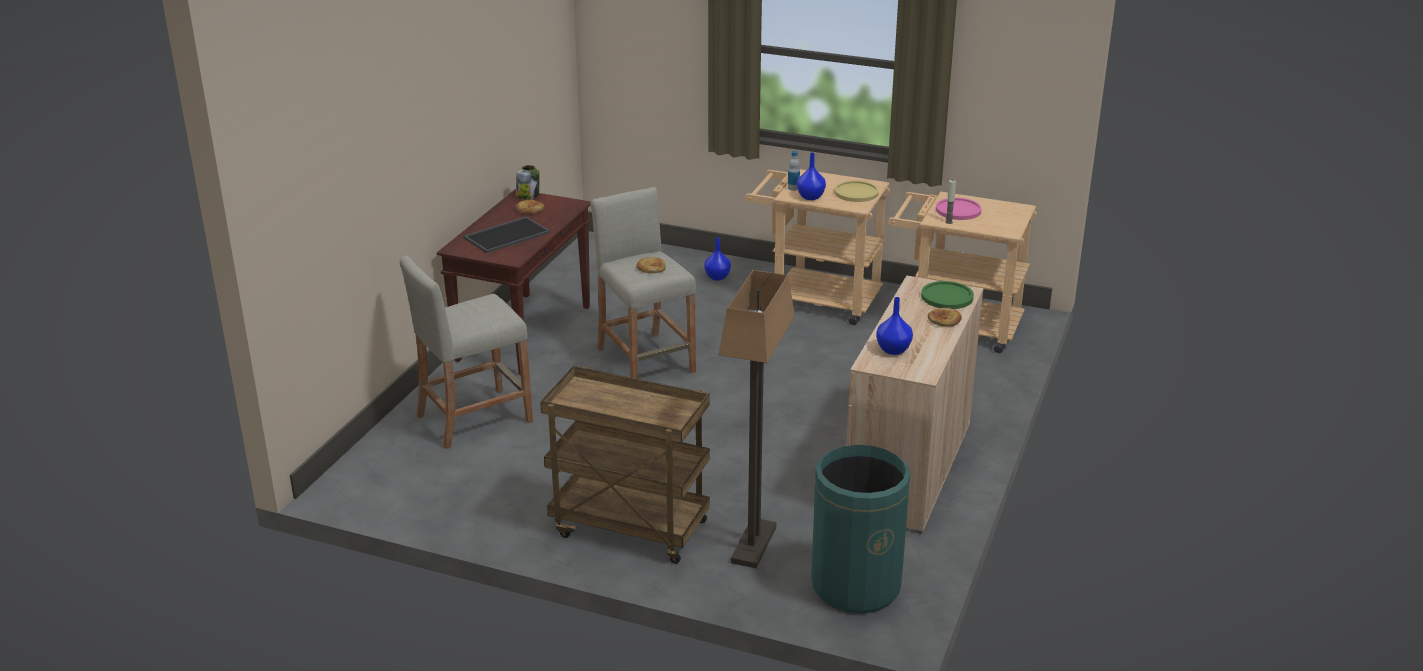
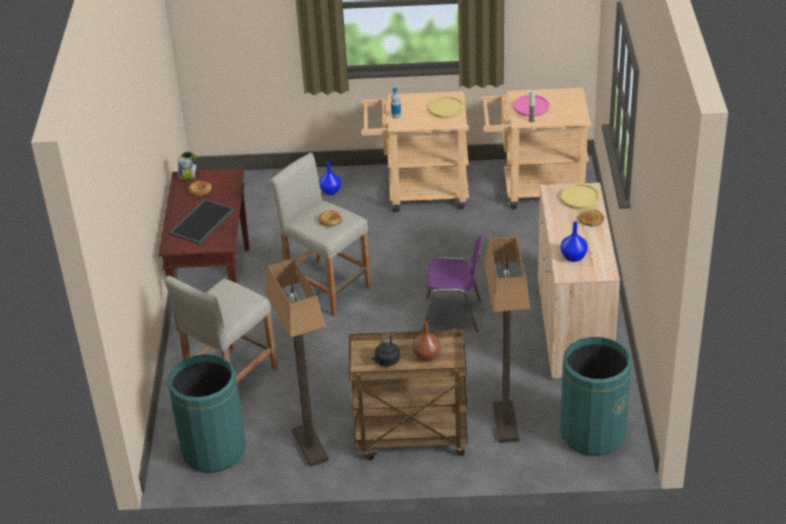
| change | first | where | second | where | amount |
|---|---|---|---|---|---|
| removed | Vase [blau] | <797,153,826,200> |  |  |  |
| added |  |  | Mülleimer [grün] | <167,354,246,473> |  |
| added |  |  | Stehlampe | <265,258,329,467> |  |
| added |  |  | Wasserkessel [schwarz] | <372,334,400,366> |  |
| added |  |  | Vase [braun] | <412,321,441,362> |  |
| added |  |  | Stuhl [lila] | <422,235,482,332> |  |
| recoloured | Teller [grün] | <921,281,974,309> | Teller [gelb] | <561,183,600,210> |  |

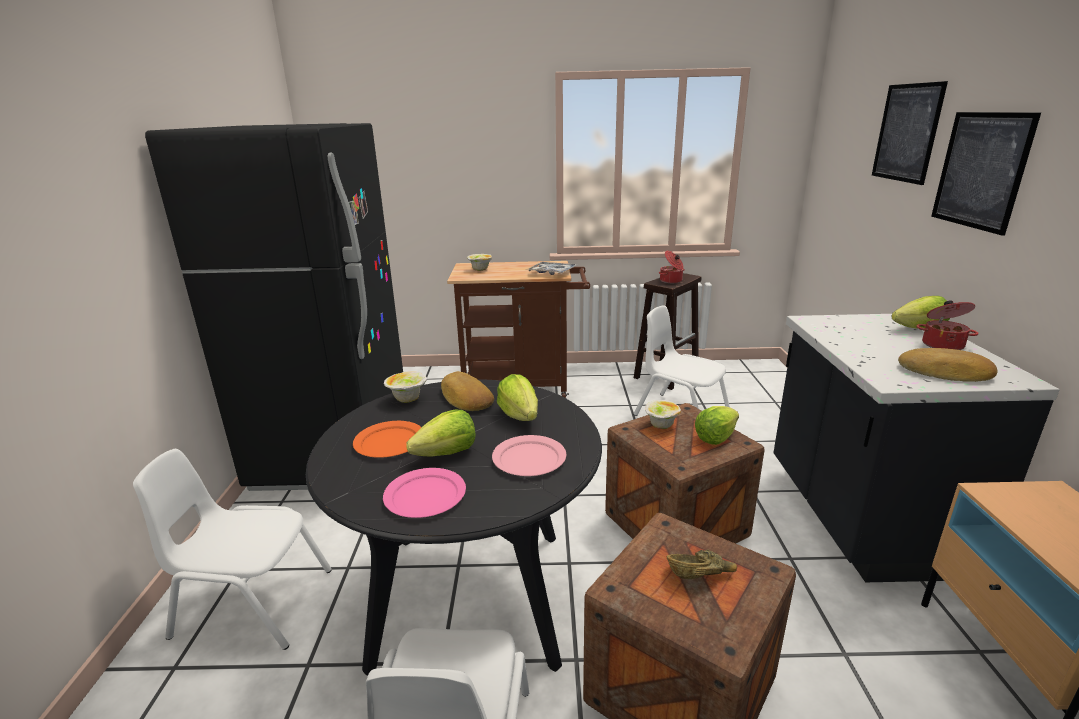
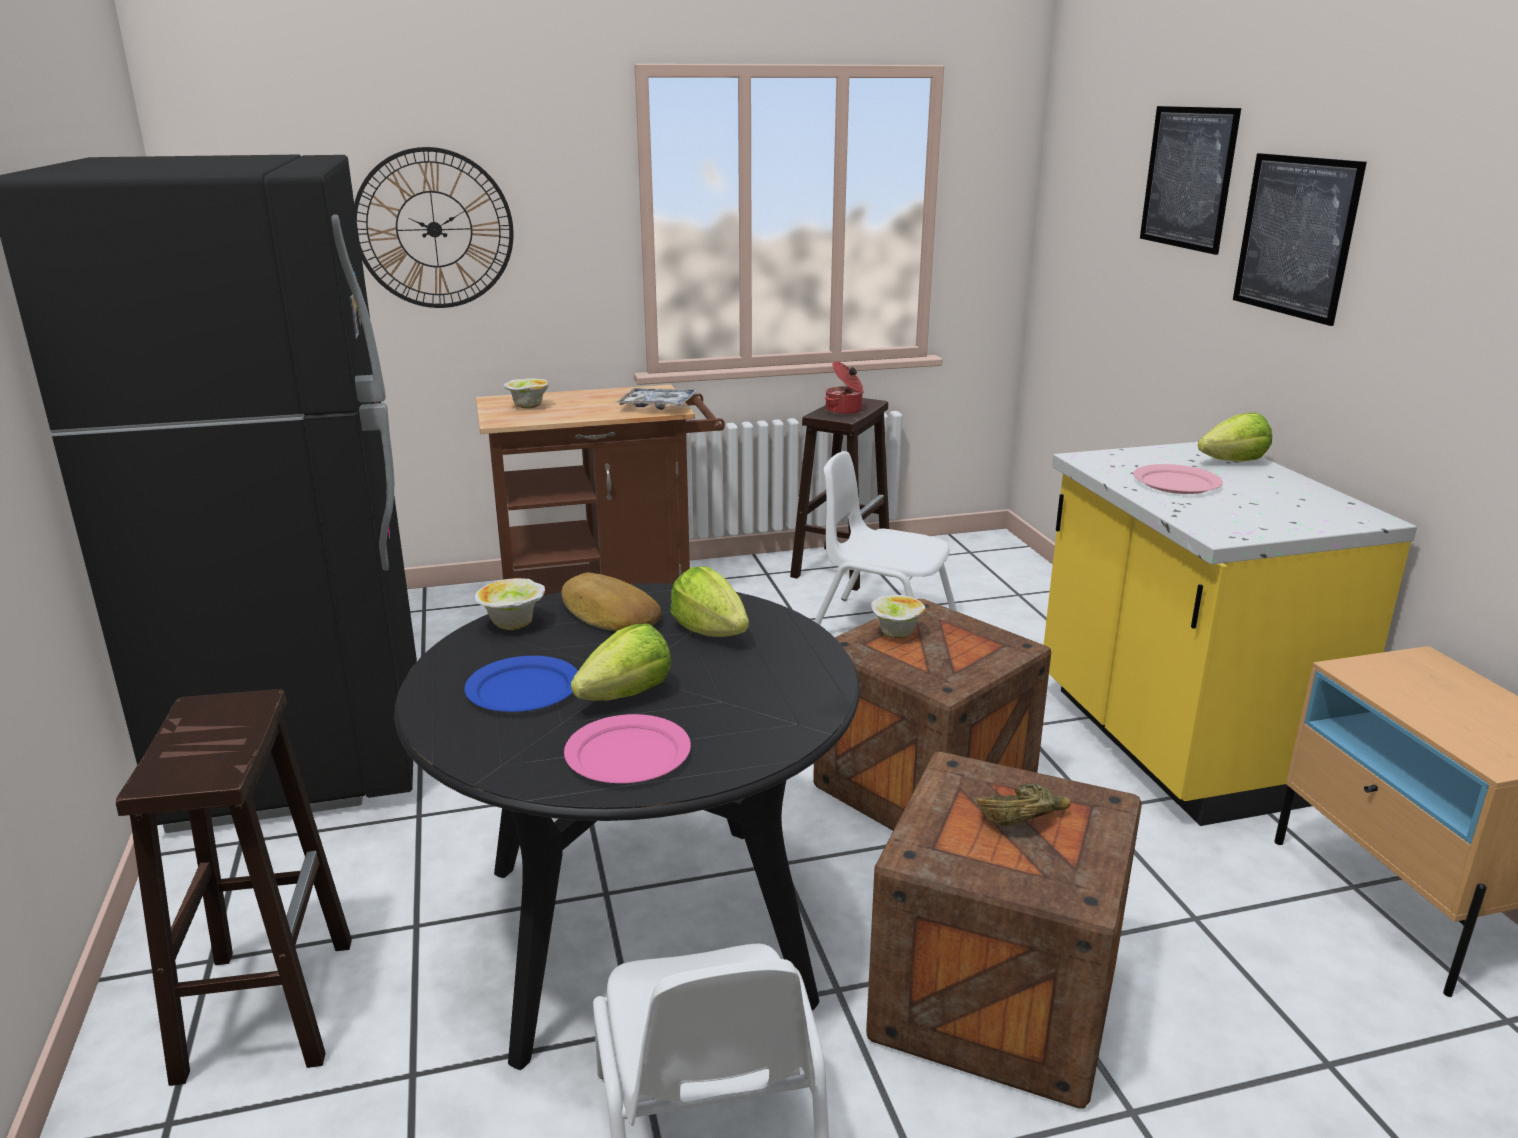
| change | first | where | second | where | amount |
|---|---|---|---|---|---|
| removed | Salatkopf | <695,406,739,445> |  |  |  |
| removed | Brot | <898,348,998,382> |  |  |  |
| removed | Kochtopf | <916,300,979,350> |  |  |  |
| added |  |  | Wanduhr | <354,147,514,308> |  |
| moved | Teller [rosa] | <492,435,566,476> |  | <1133,464,1223,494> |  |
| replaced | Stuhl [weiß] | <133,449,332,650> | Hocker [braun] | <116,689,352,1086> |  |
| recoloured | Teller [orange] | <353,421,422,458> | Teller [blau] | <464,656,578,712> |  |
| recoloured | Küchenzeile [schwarz] | <773,314,1060,582> | Küchenzeile [gelb] | <1044,442,1417,826> |  |

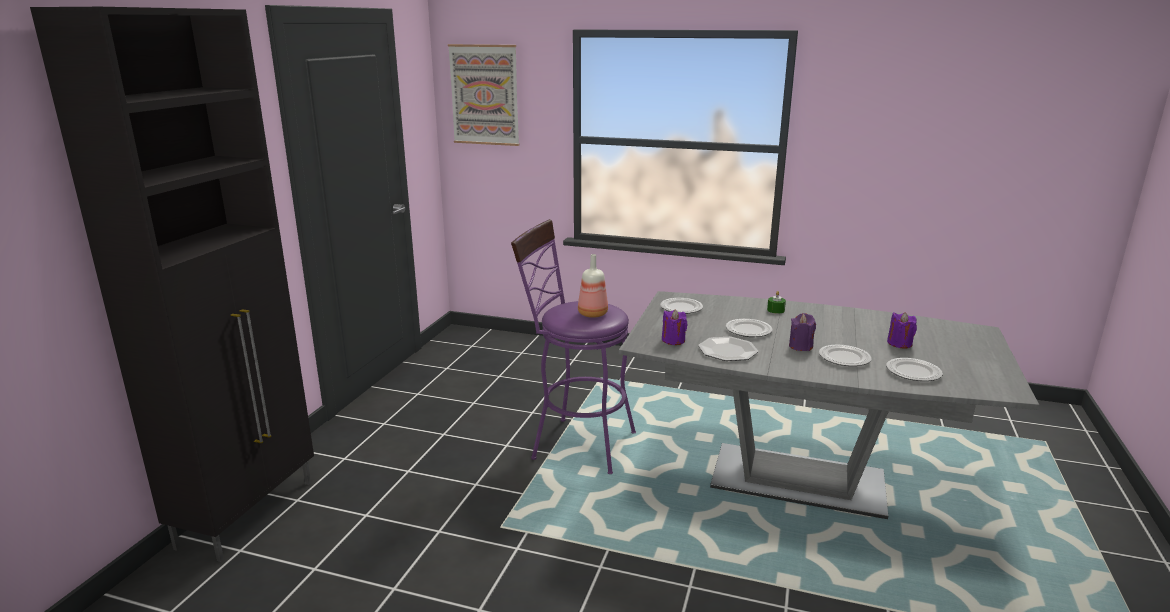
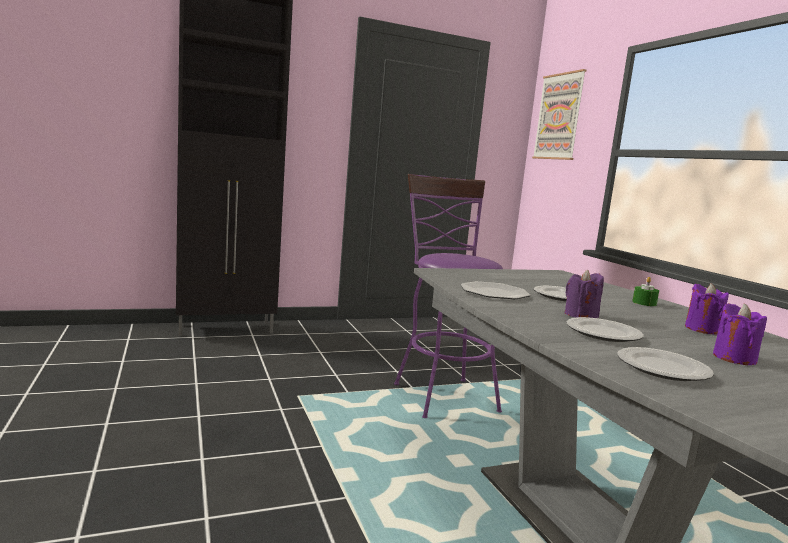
| change | first | where | second | where | amount |
|---|---|---|---|---|---|
| removed | Flasche | <578,254,608,318> |  |  |  |
| removed | Teller | <660,298,703,314> |  |  |  |
| moved | Kerze [lila] | <662,309,687,345> |  | <685,283,729,335> |  |

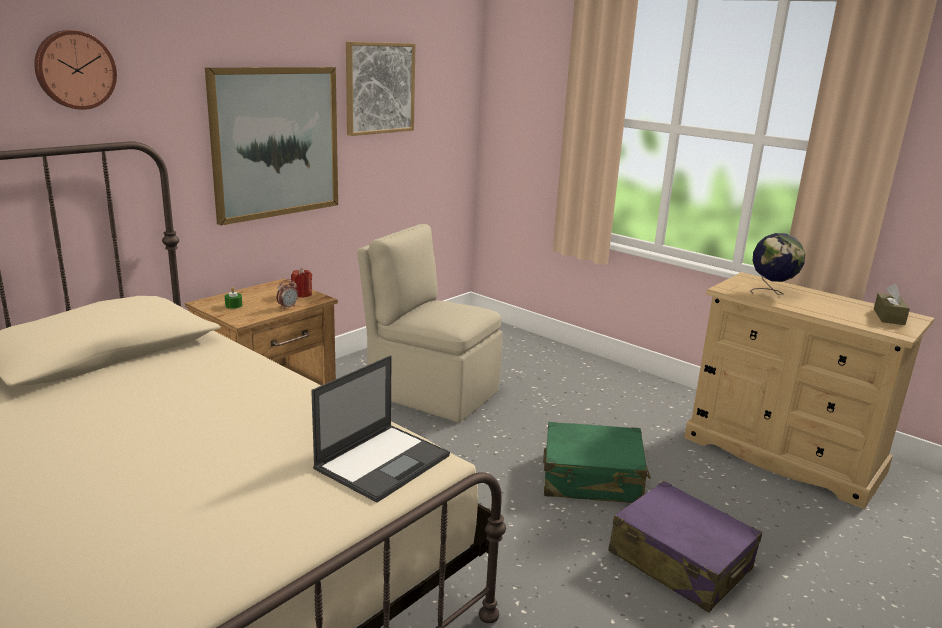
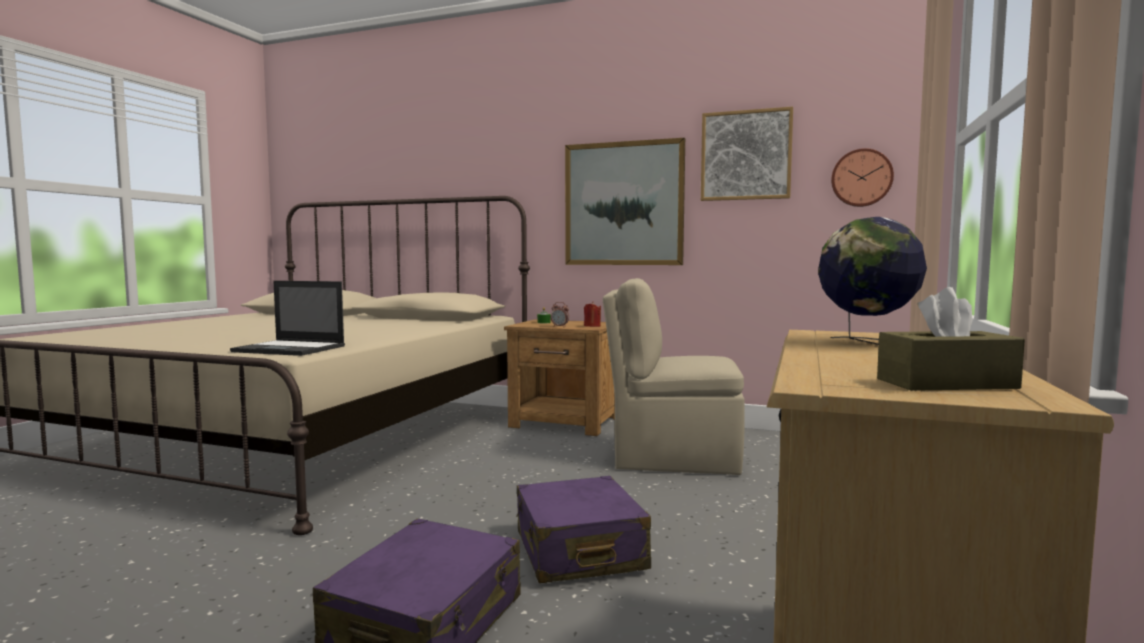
| change | first | where | second | where | amount |
|---|---|---|---|---|---|
| moved | Wanduhr | <34,30,117,110> |  | <831,148,894,207> |  |
| recoloured | Koffer [grün] | <543,422,651,503> | Koffer [lila] | <516,476,651,583> |  |
| turned | Stuhl [beige] | <357,224,503,423> |  | <603,278,745,475> | 90 degrees counterclockwise |

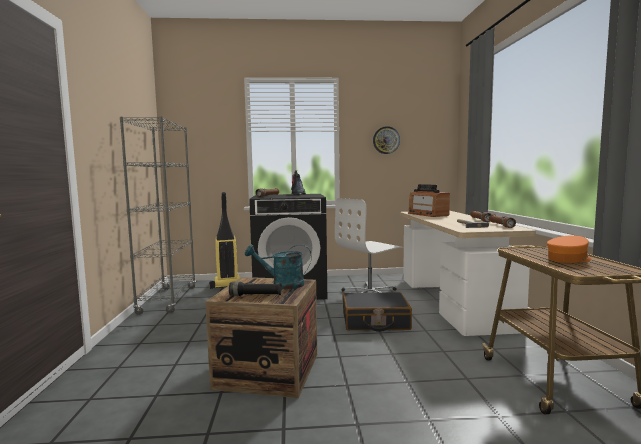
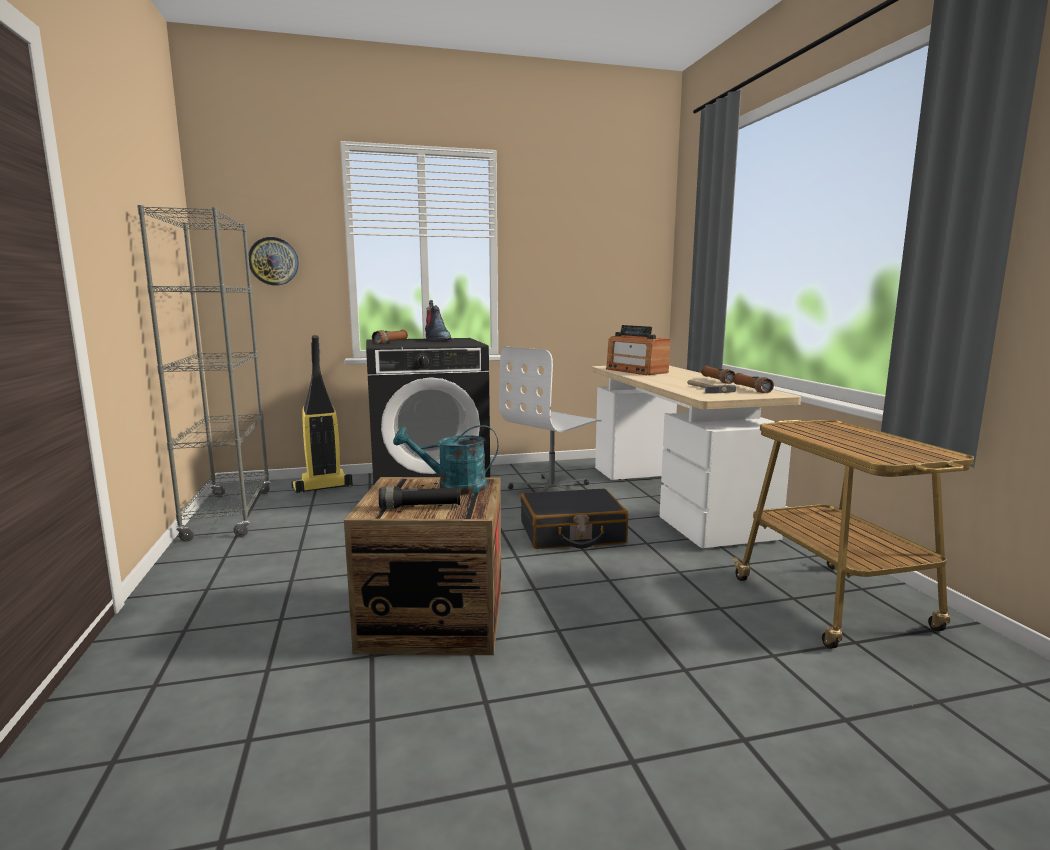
| change | first | where | second | where | amount |
|---|---|---|---|---|---|
| removed | Kappe [orange] | <547,235,591,263> |  |  |  |
| moved | Wanduhr | <373,126,400,154> |  | <248,237,299,286> |  |

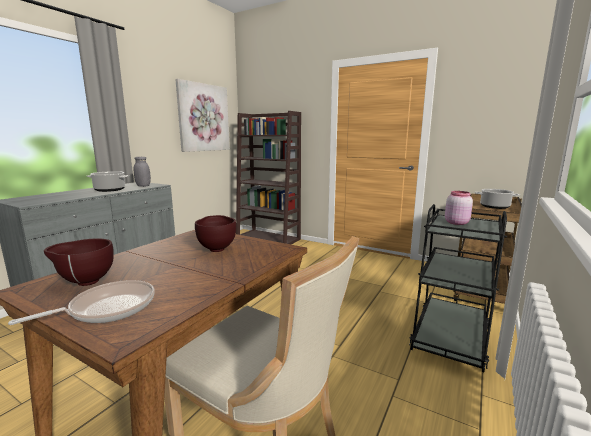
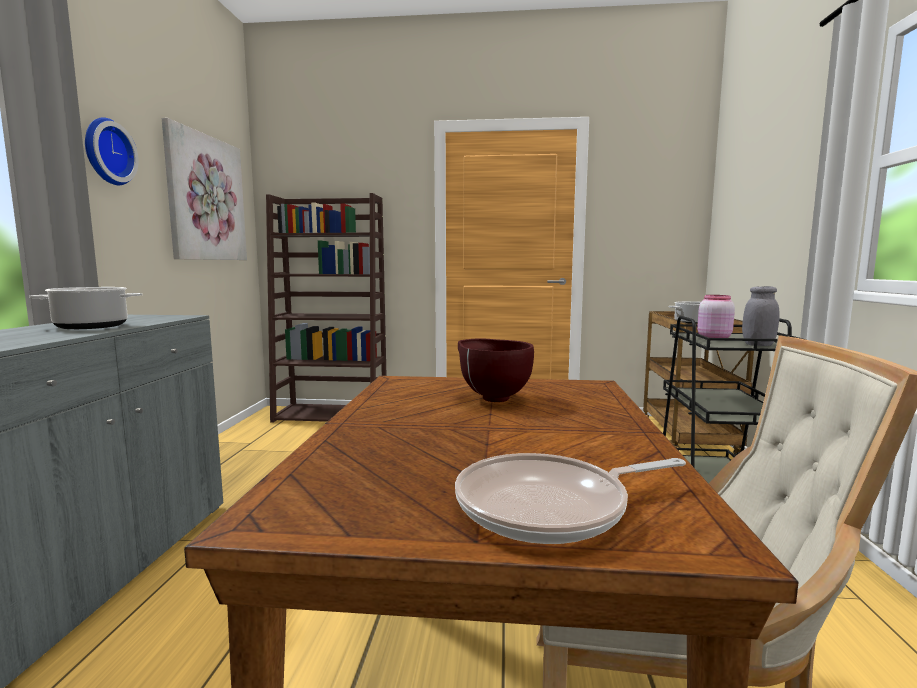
| change | first | where | second | where | amount |
|---|---|---|---|---|---|
| removed | Schüssel [braun] | <44,238,114,286> |  |  |  |
| added |  |  | Wanduhr | <85,117,139,185> |  |
| moved | Vorratsglas [grau] | <134,157,151,187> |  | <742,286,780,346> |  |
| turned | Pfanne | <8,280,155,325> |  | <455,453,686,544> | 135 degrees counterclockwise |

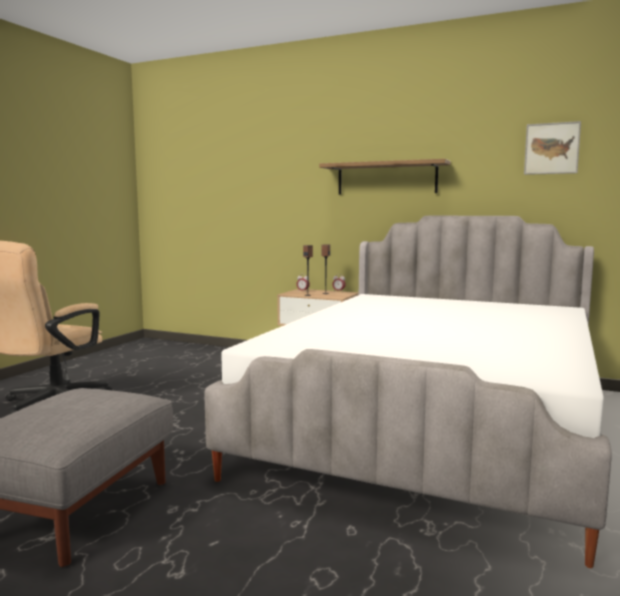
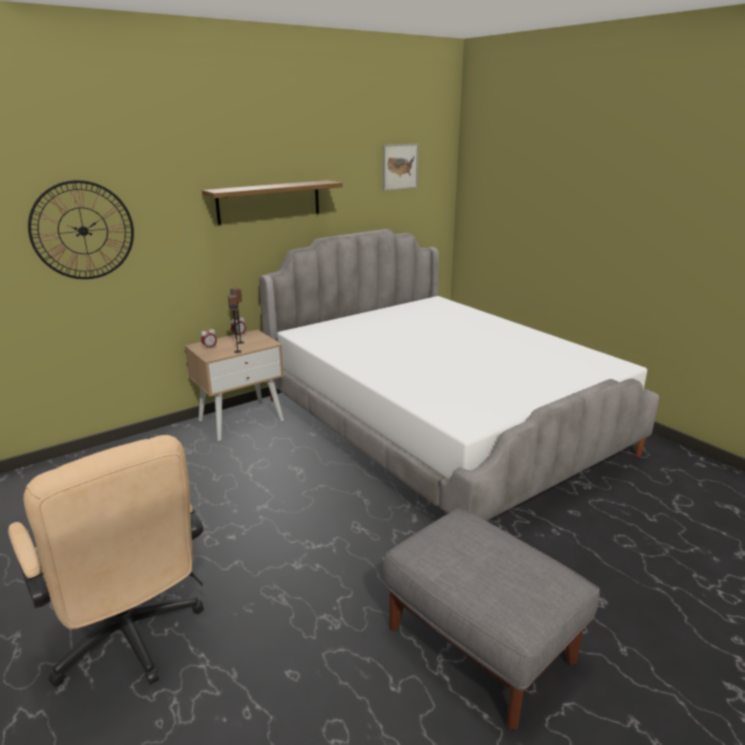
| change | first | where | second | where | amount |
|---|---|---|---|---|---|
| added |  |  | Wanduhr | <28,180,134,279> |  |

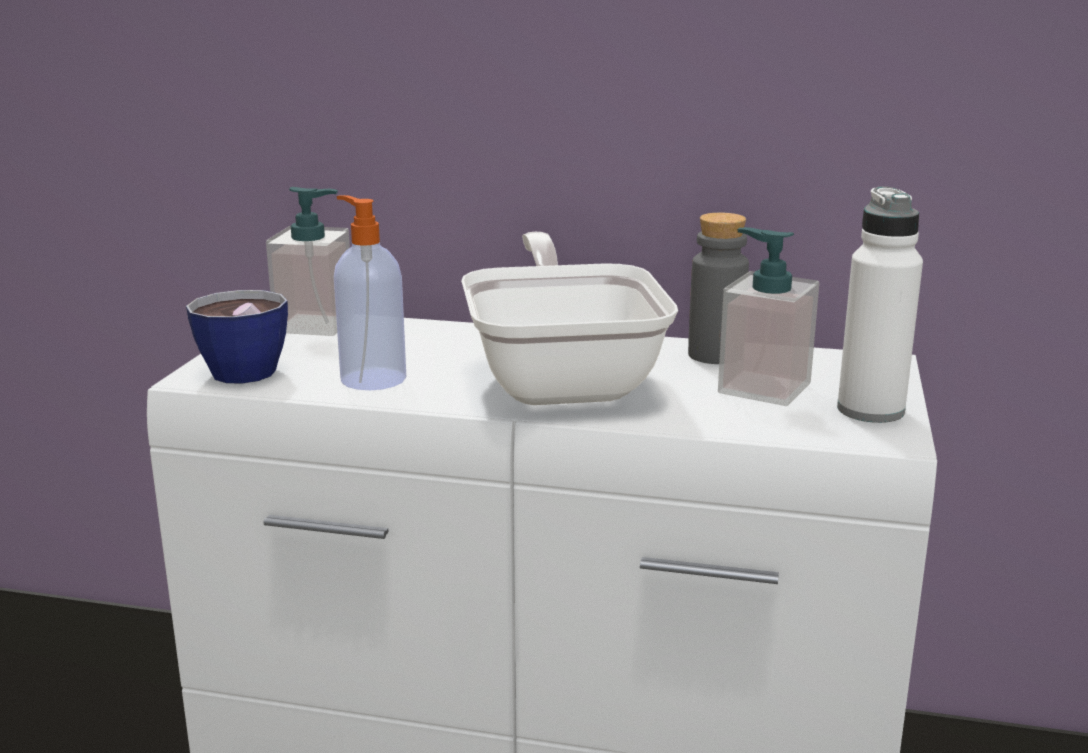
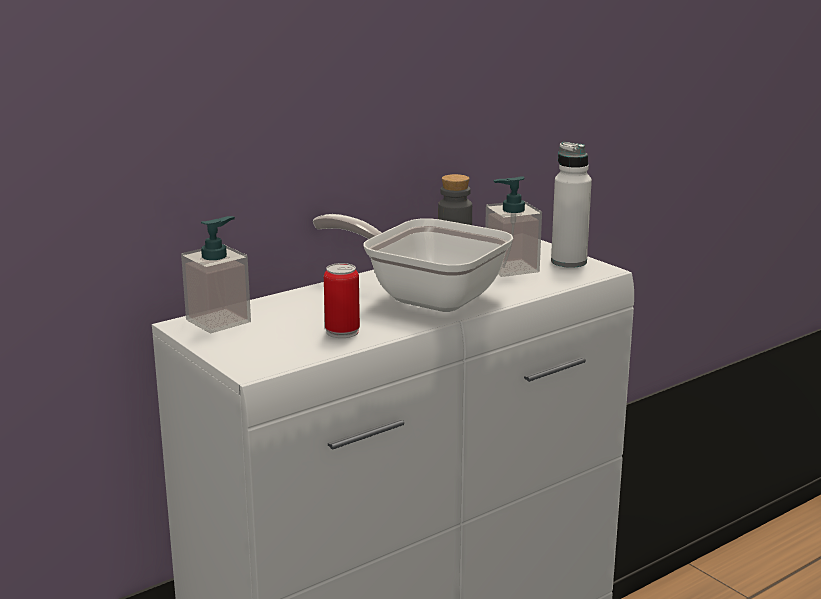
| change | first | where | second | where | amount |
|---|---|---|---|---|---|
| removed | Tasse | <186,290,288,384> |  |  |  |
| replaced | Seifenspender | <334,195,406,390> | Dose | <324,263,360,338> |  |

